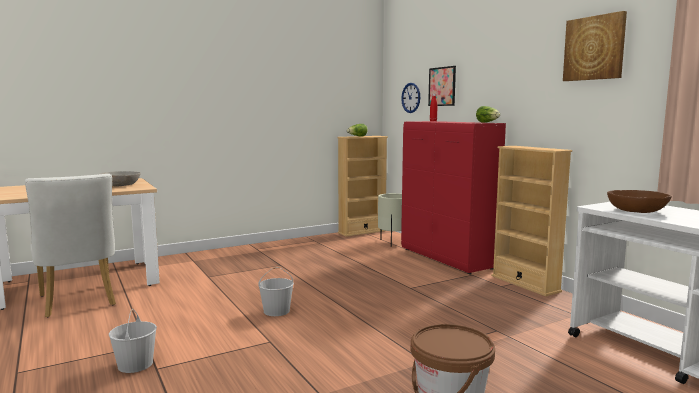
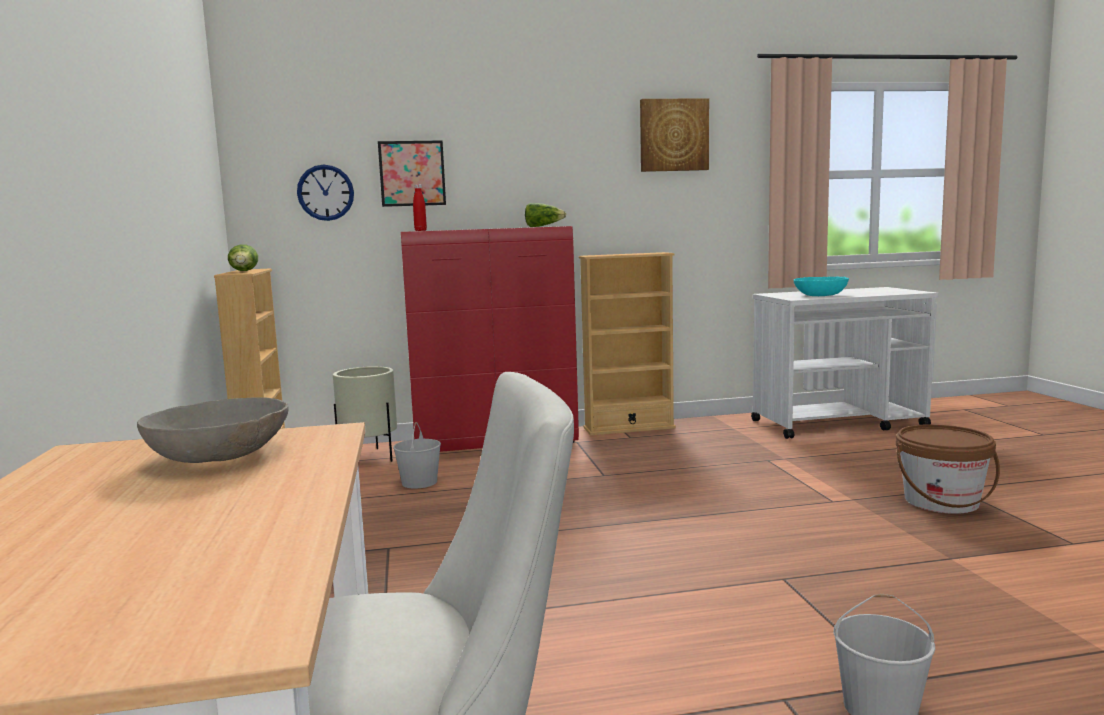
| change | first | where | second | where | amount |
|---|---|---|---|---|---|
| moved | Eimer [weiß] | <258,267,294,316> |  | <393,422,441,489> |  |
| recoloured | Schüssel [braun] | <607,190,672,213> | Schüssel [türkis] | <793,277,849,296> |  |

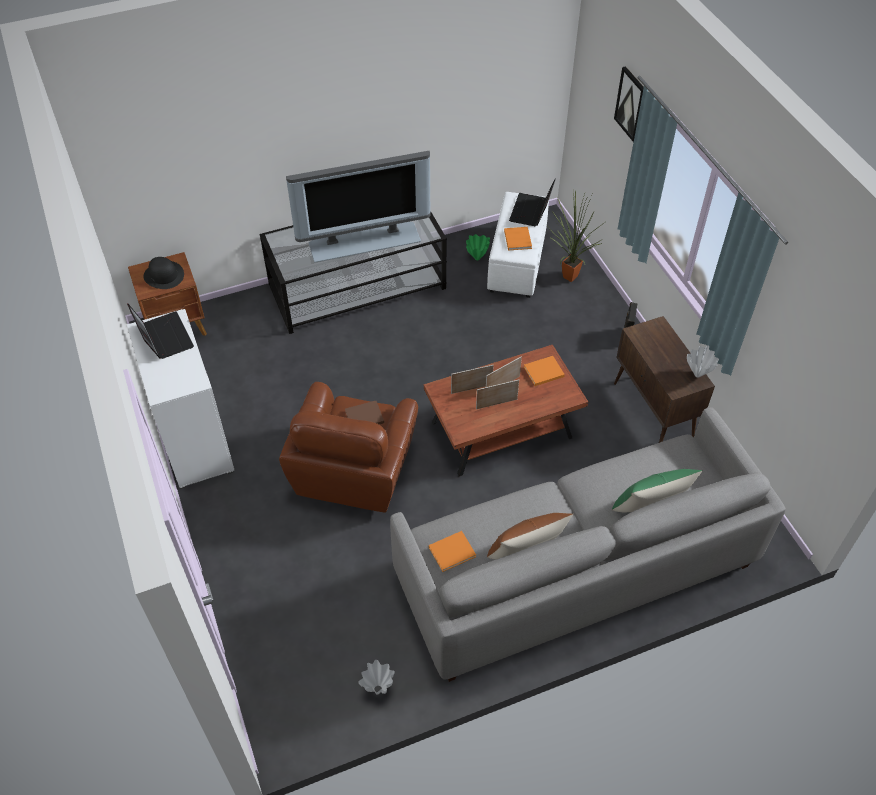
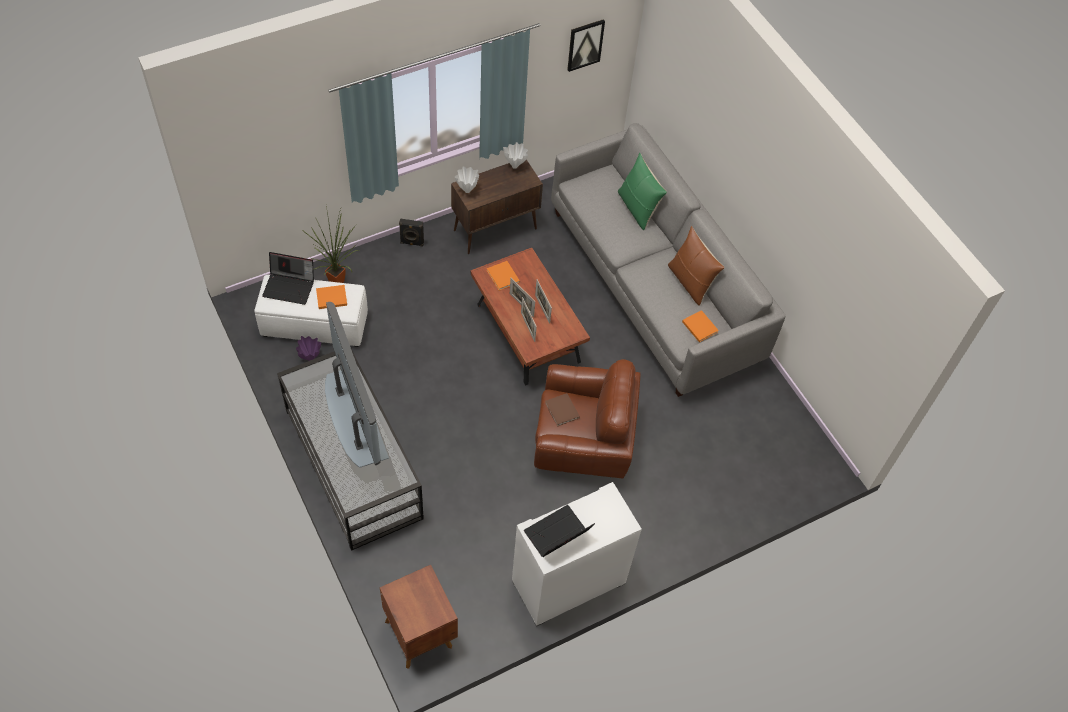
| change | first | where | second | where | amount |
|---|---|---|---|---|---|
| removed | Hut [schwarz] | <143,257,184,289> |  |  |  |
| moved | Vase [weiß] | <358,660,395,695> |  | <455,166,479,193> |  |
| moved | Bild | <614,66,644,142> |  | <567,19,605,72> |  |
| recoloured | Vase [grün] | <466,234,490,260> | Vase [lila] | <296,336,321,361> |  |

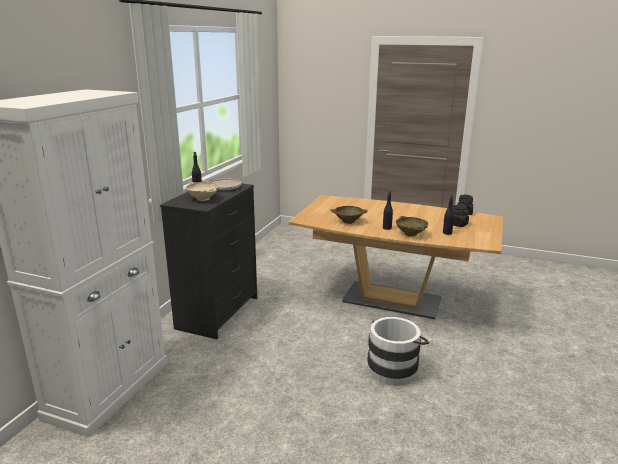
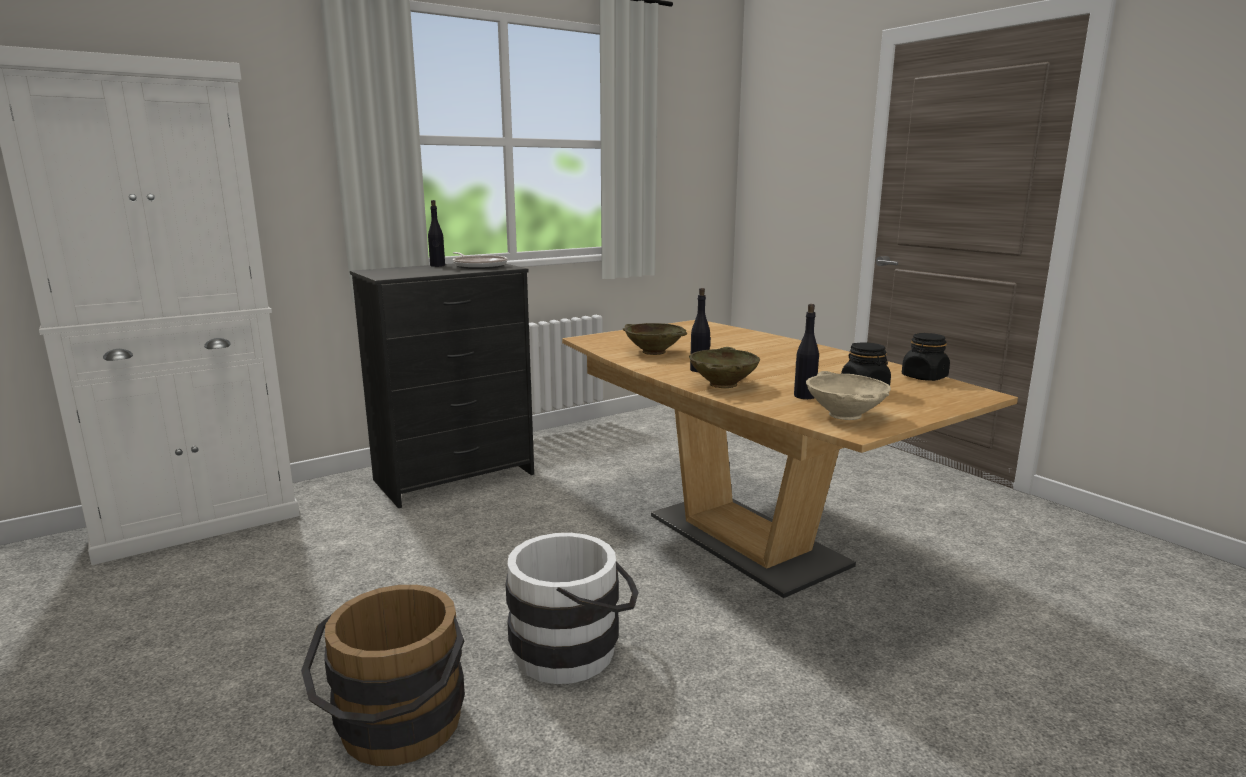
| change | first | where | second | where | amount |
|---|---|---|---|---|---|
| added |  |  | Eimer [braun] | <301,585,465,766> |  |
| moved | Schüssel [beige] | <185,182,219,201> |  | <806,371,891,420> |  |

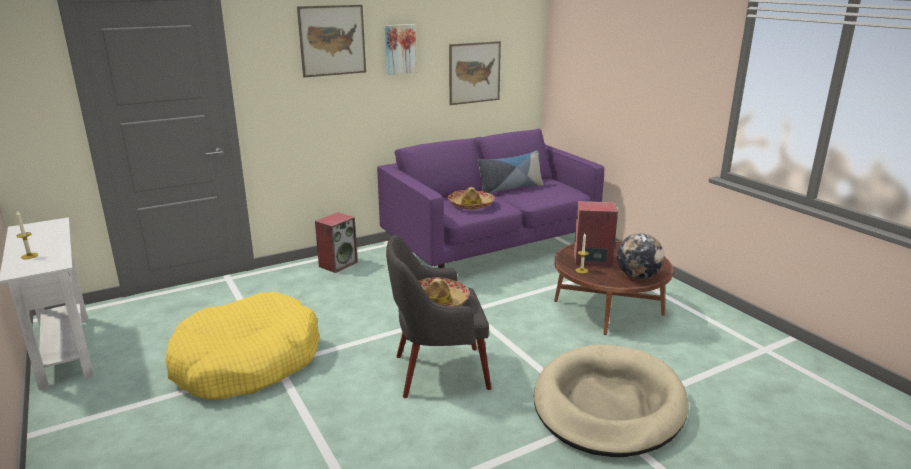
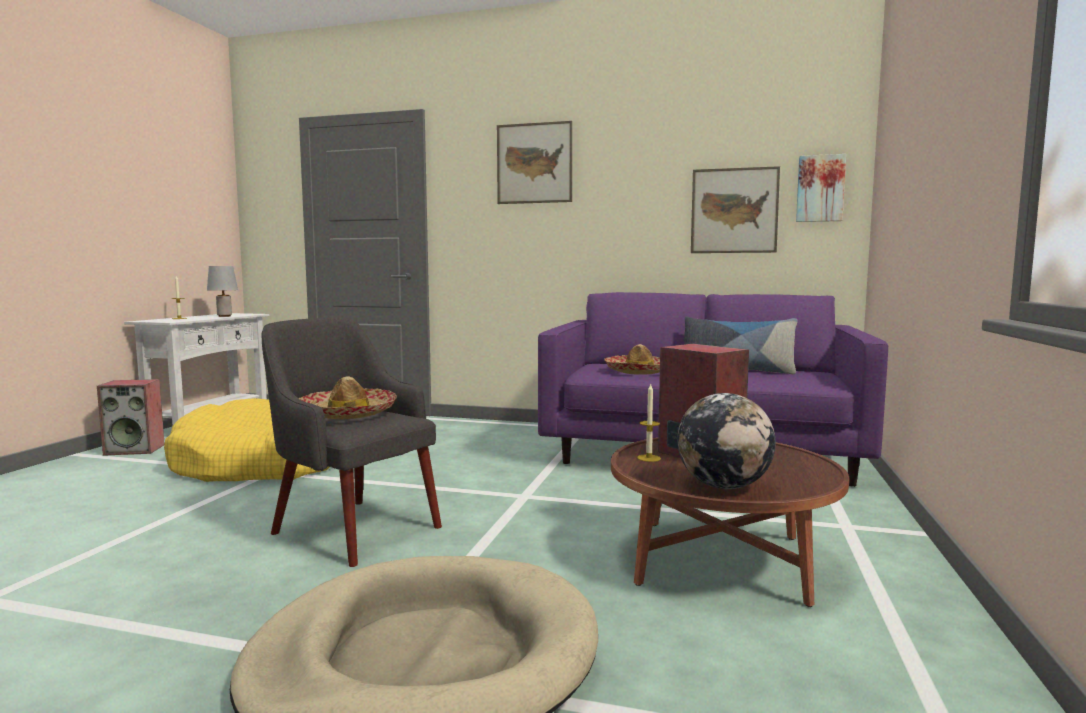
| change | first | where | second | where | amount |
|---|---|---|---|---|---|
| added |  |  | Tischlampe [grau] | <207,266,238,317> |  |
| moved | Lautsprecher | <315,212,358,273> |  | <97,379,165,456> |  |
| moved | Bild | <385,24,416,75> |  | <796,154,846,222> |  |

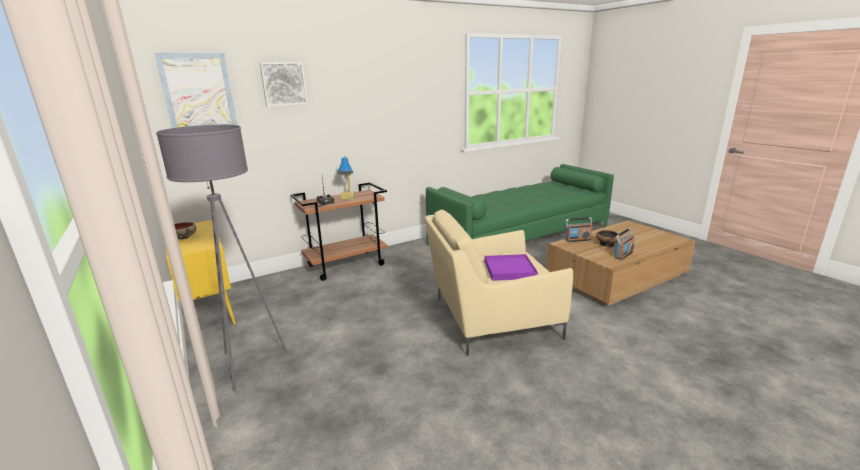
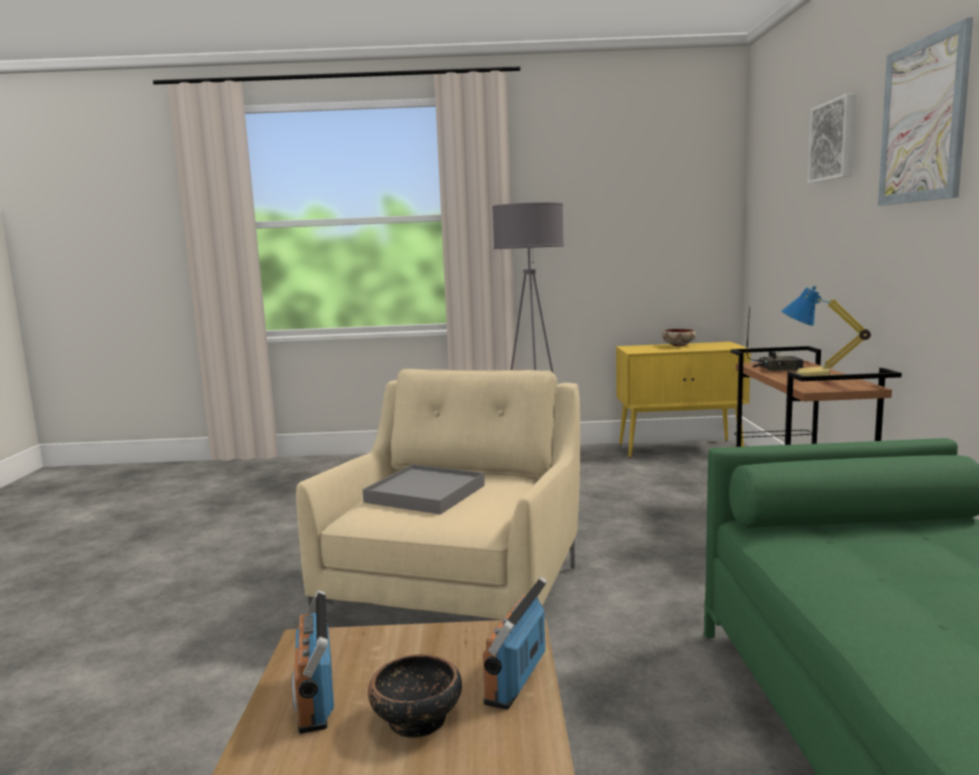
| change | first | where | second | where | amount |
|---|---|---|---|---|---|
| moved | Bild | <155,53,237,128> |  | <878,17,973,206> |  |
| recoloured | Tablett [lila] | <484,254,538,281> | Tablett [grau] | <363,464,485,514> |  |

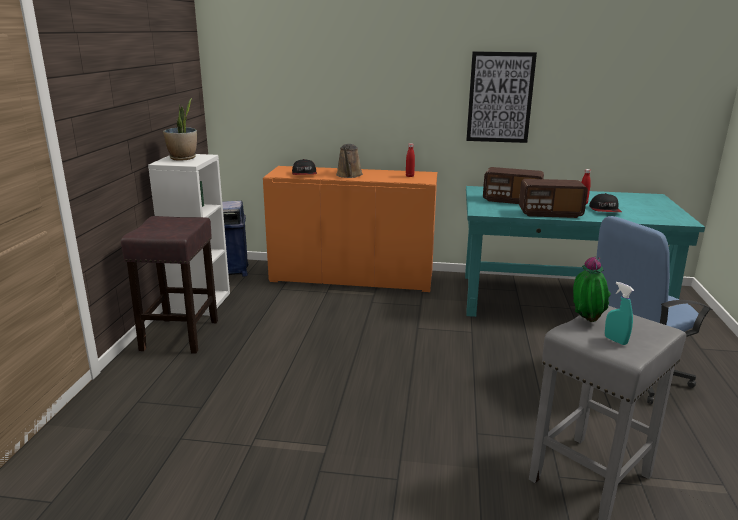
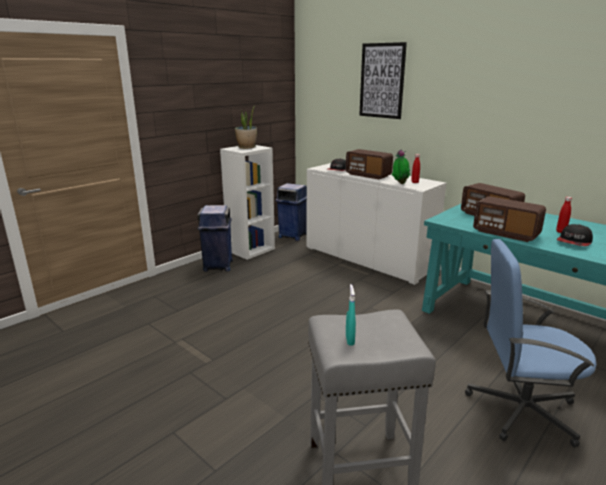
| change | first | where | second | where | amount |
|---|---|---|---|---|---|
| moved | Bild | <466,51,537,143> |  | <359,42,407,119> |  |
| moved | Topfpflanze | <573,257,611,322> |  | <392,149,410,184> |  |
| replaced | Hocker [braun] | <121,216,218,354> | Mülleimer [blau] | <197,205,233,271> |  |
| replaced | Gießkanne [braun] | <336,144,363,178> | Radio | <346,149,393,179> |  |
| recoloured | Schrank [orange] | <263,166,437,292> | Schrank [weiß] | <306,163,446,285> |  |

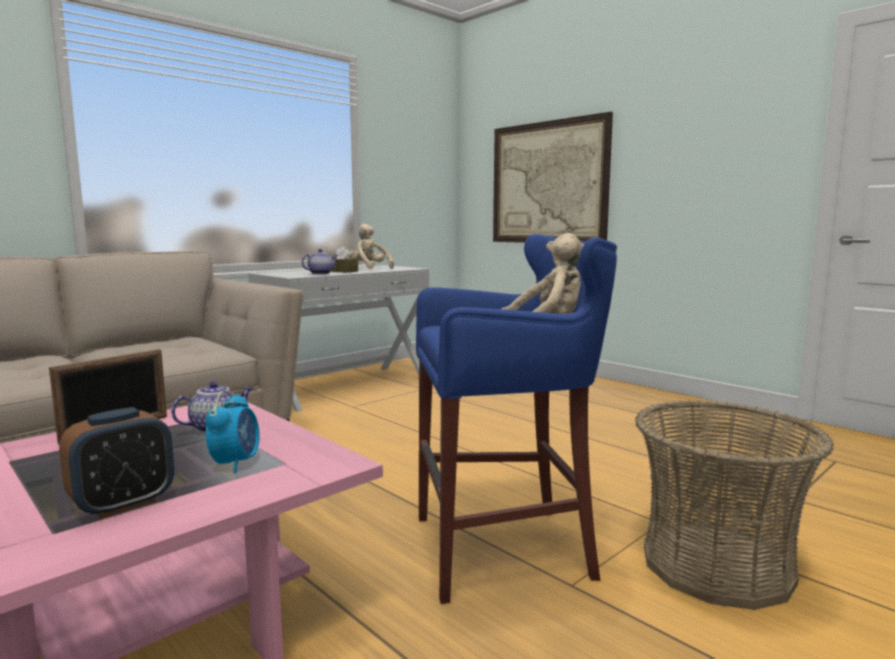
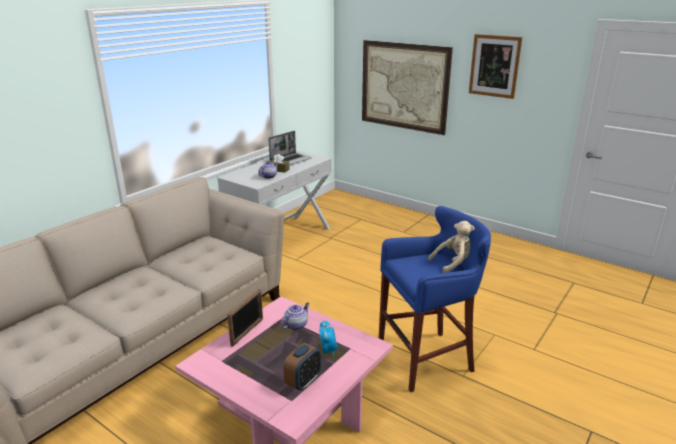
| change | first | where | second | where | amount |
|---|---|---|---|---|---|
| removed | Korb | <635,400,834,610> |  |  |  |
| added |  |  | Bild | <469,34,523,99> |  |
| replaced | Plüschtier [beige] | <349,224,394,269> | Laptop | <268,131,312,165> |  |

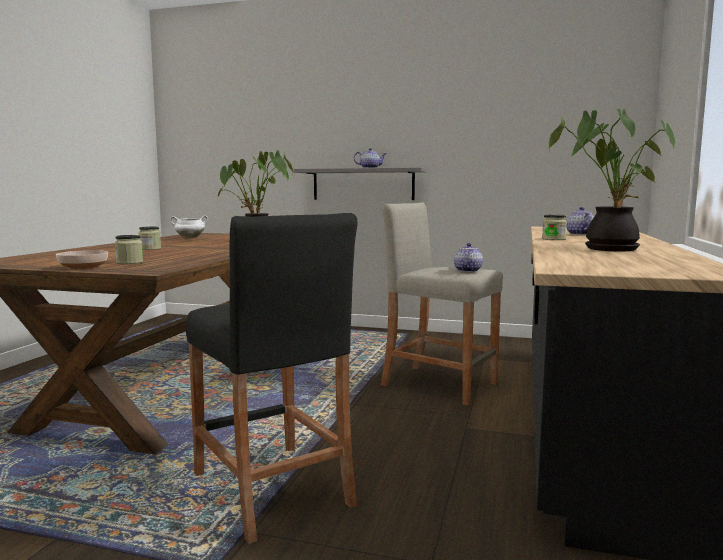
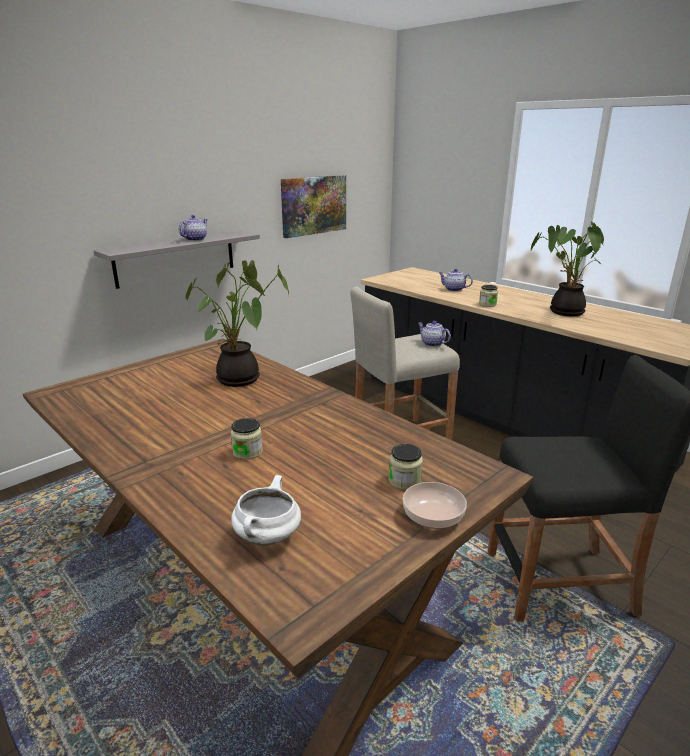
| change | first | where | second | where | amount |
|---|---|---|---|---|---|
| added |  |  | Bild | <281,175,346,238> |  |
| moved | Kochtopf [weiß] | <170,215,208,238> |  | <231,475,301,546> |  |

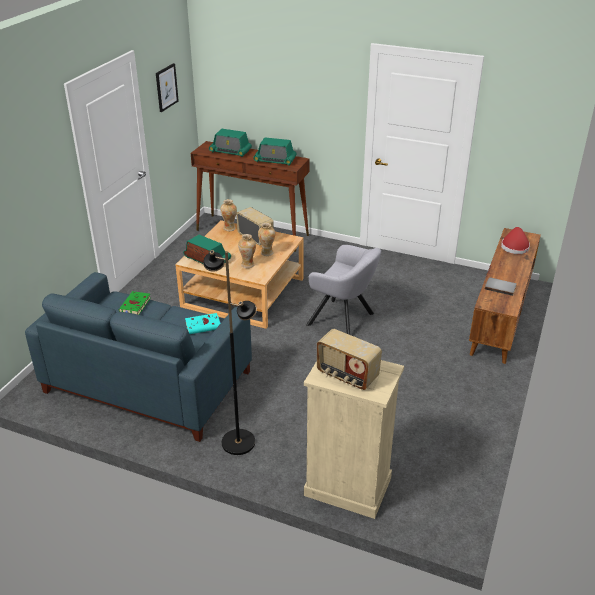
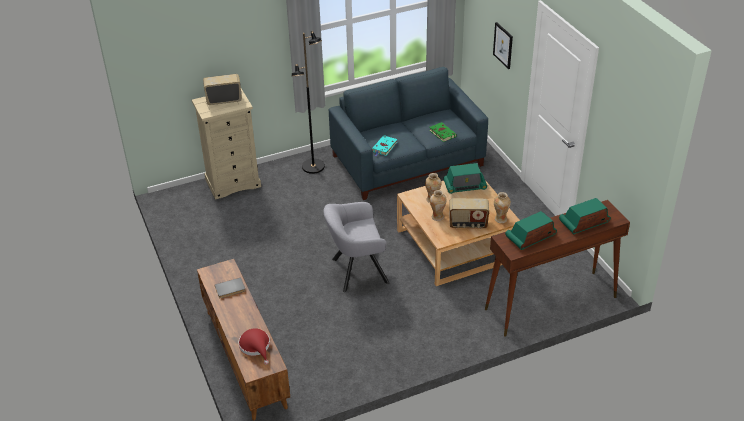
| change | first | where | second | where | amount |
|---|---|---|---|---|---|
| moved | Bild | <156,63,179,112> |  | <493,22,513,69> |  |

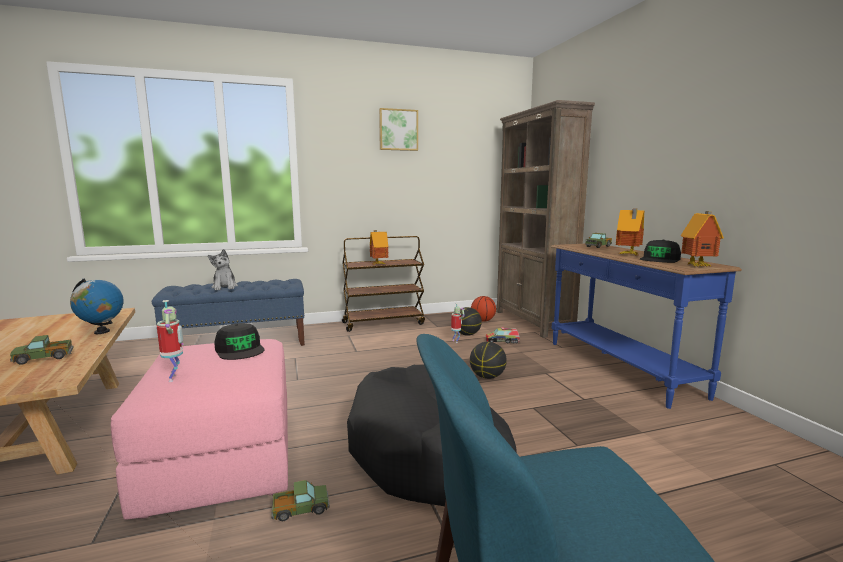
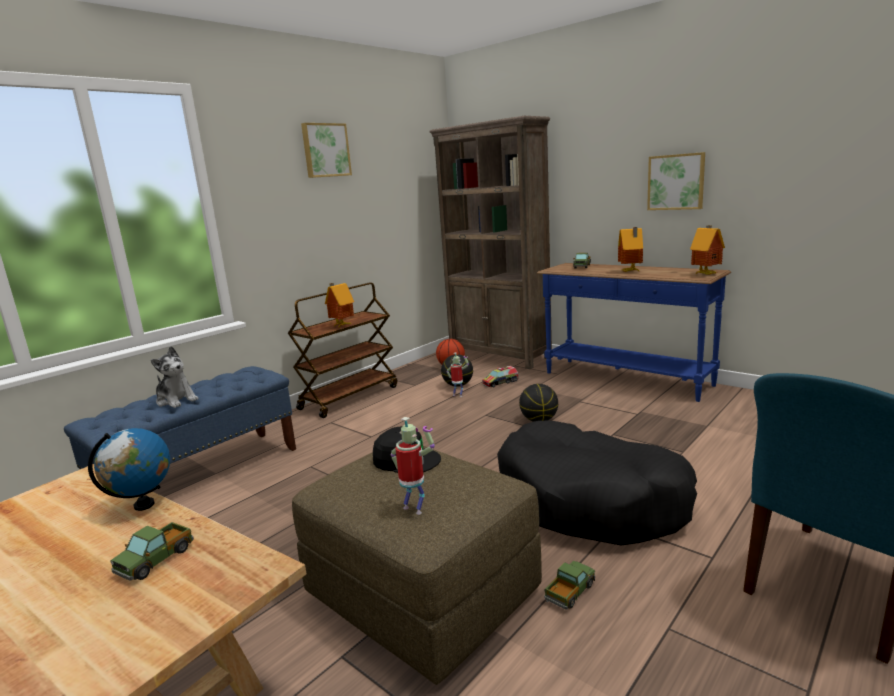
| change | first | where | second | where | amount |
|---|---|---|---|---|---|
| removed | Kappe [schwarz] | <640,240,681,263> |  |  |  |
| added |  |  | Bild | <647,152,705,210> |  |
| recoloured | Polsterhocker [rosa] | <111,339,288,520> | Polsterhocker [braun] | <292,446,542,685> |  |

